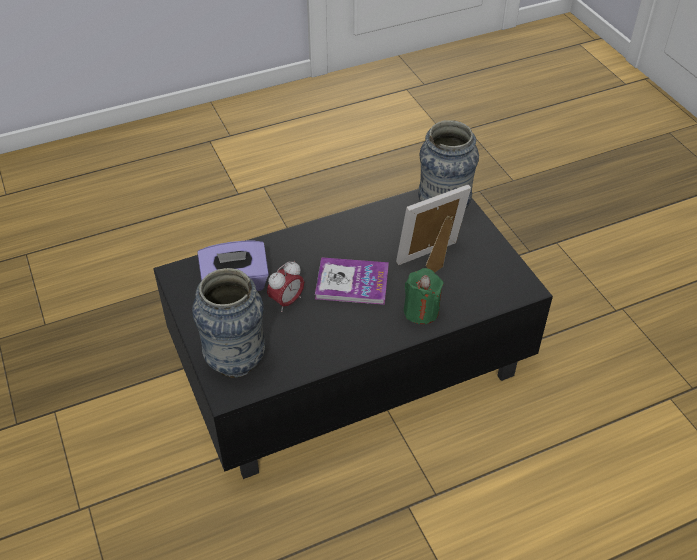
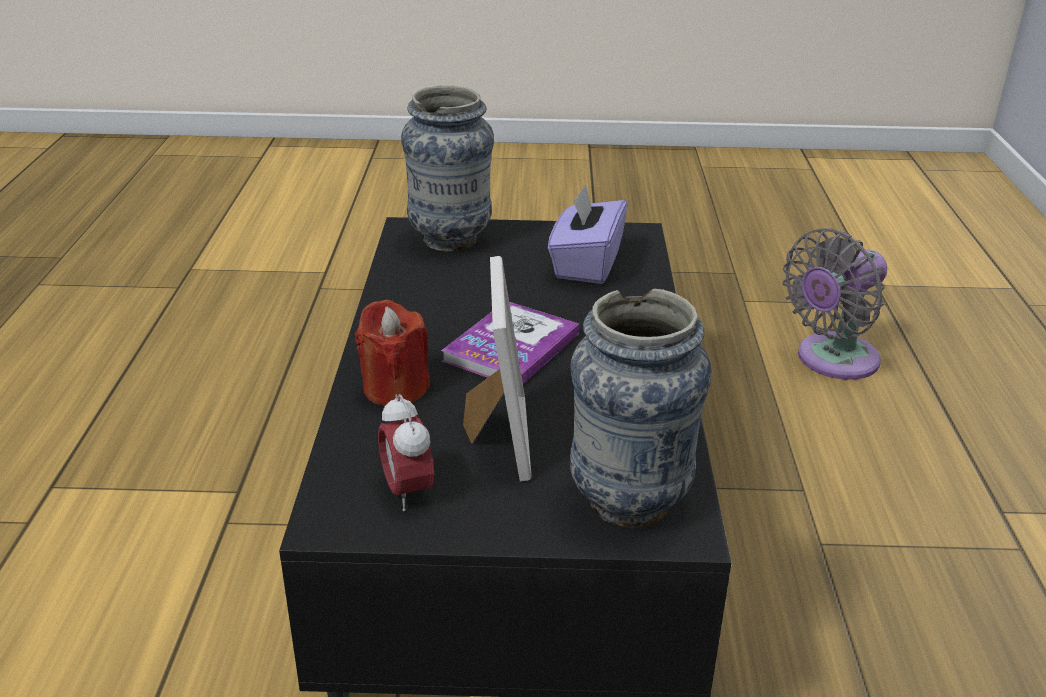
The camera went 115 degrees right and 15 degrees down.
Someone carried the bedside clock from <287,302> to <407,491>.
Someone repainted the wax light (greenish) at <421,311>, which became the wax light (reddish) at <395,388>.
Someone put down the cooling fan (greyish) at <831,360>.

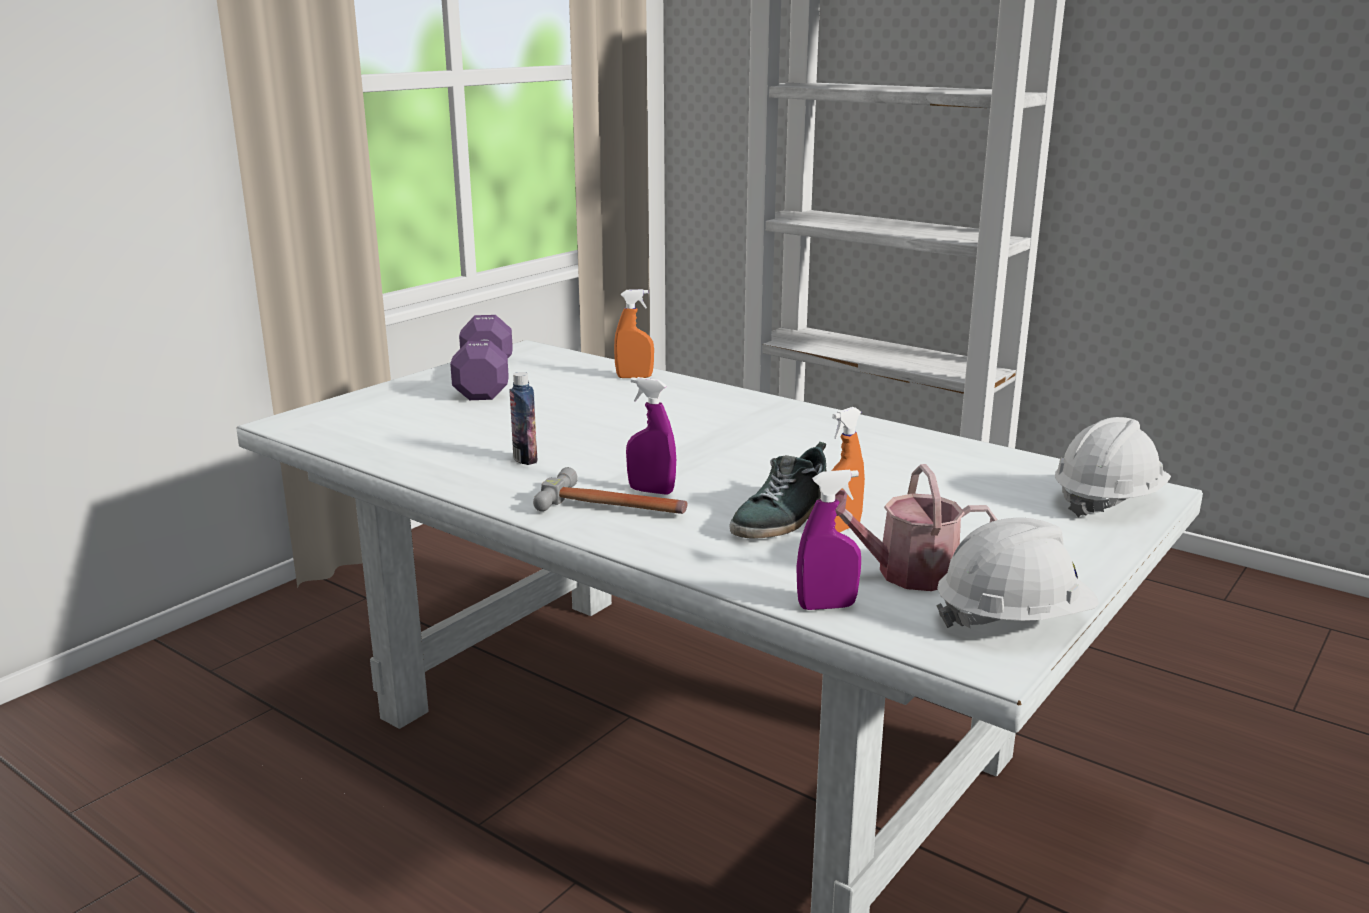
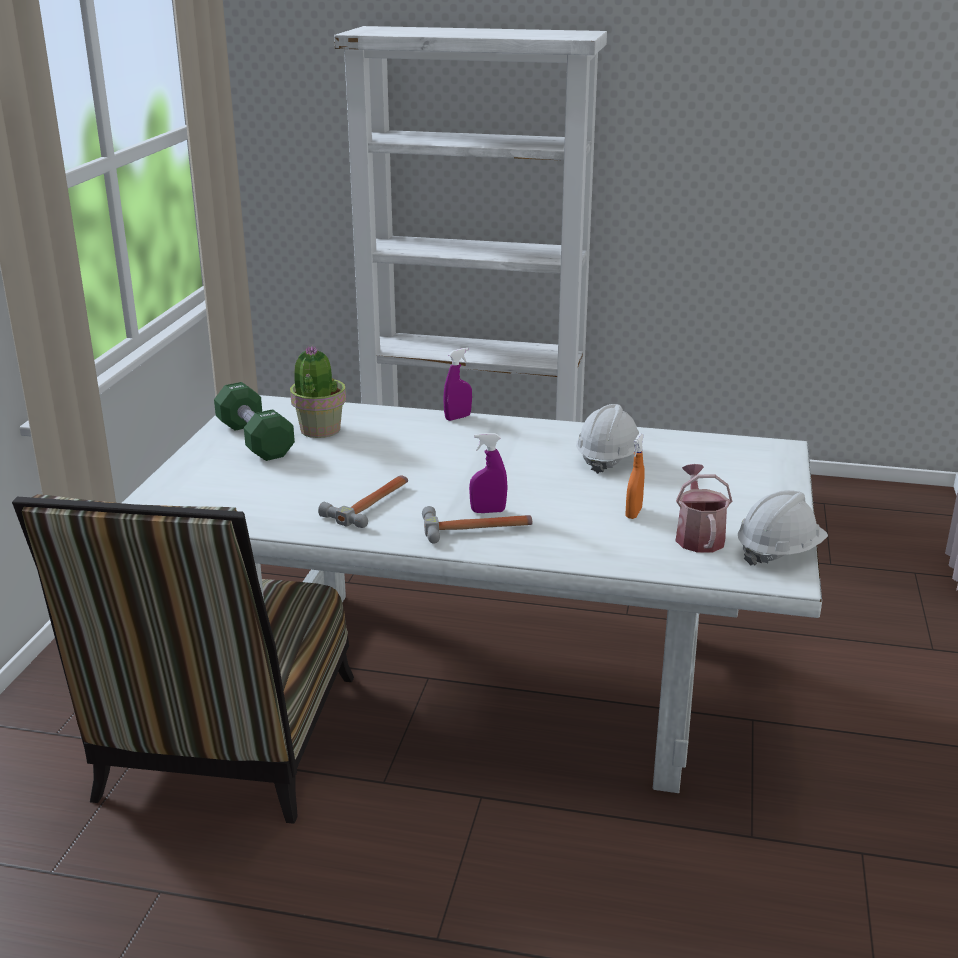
The camera went 25 degrees left and 5 degrees up.
Someone took away the hand sprayer (orange-coloured) at <634,377>.
Someone repainted the free weight (purplish) at <484,380>, which became the free weight (greenish) at <255,440>.
Someone swapped the drink bottle at <525,459> for the hammer at <372,504>.
Someone carried the work helmet (white) from <1107,501> to <608,459>.
Someone took away the item of footwear at <783,517>.
Someone rotated the sprinkling can at <905,574> by 120 degrees clockwise.
Someone carried the hand sprayer (purplish) from <826,606> to <458,417>.
Someone put down the houseplant at <319,430>.
Someone put down the upright chair at <224,748>.

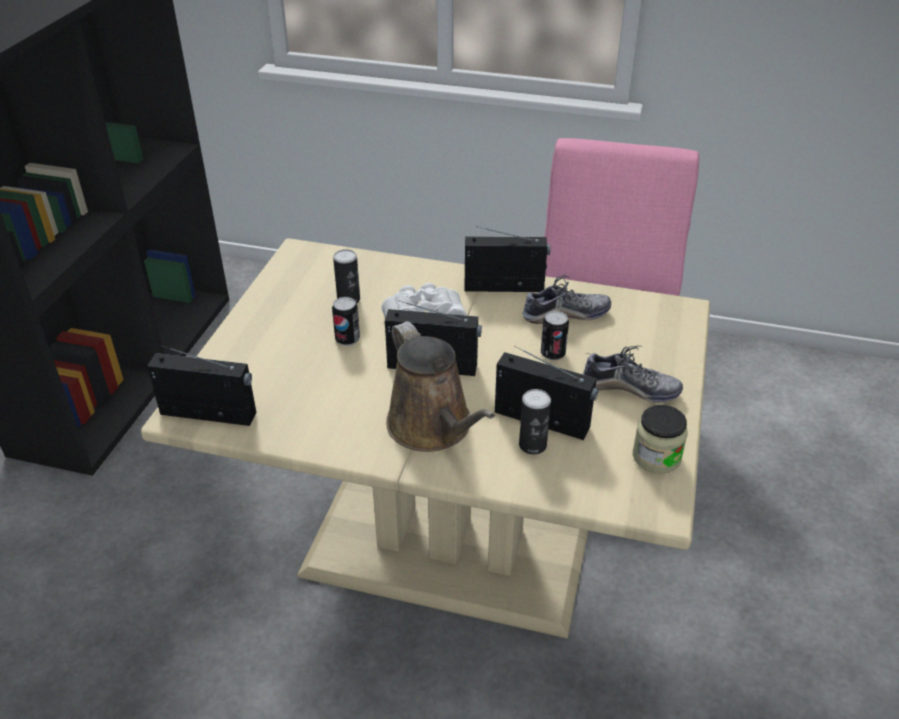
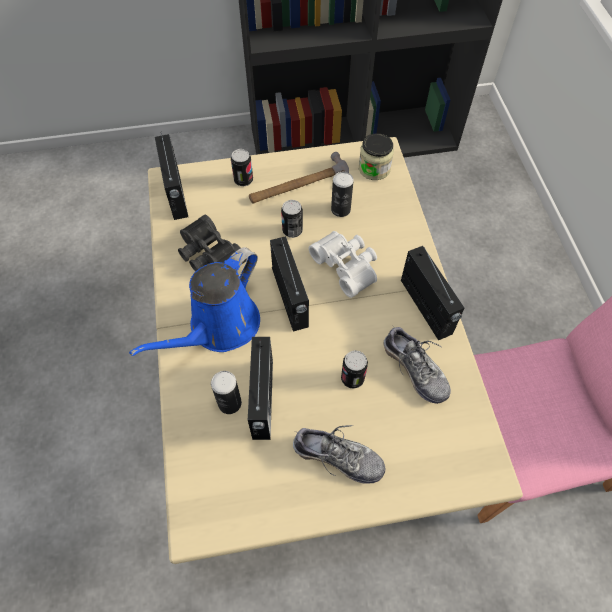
The camera went 65 degrees right and 20 degrees up.
Someone repainted the sprinkling can (brown-coloured) at <433,428>, which became the sprinkling can (blue) at <219,327>.
Someone rotated the item of footwear at <630,388> by 60 degrees counterclockwise.
Someone carried the storage jar from <656,457> to <374,169>.
Someone put down the can at <243,180>.
Someone put down the hammer at <299,186>.
Someone put down the pair of binoculars (black-coloured) at <208,256>.

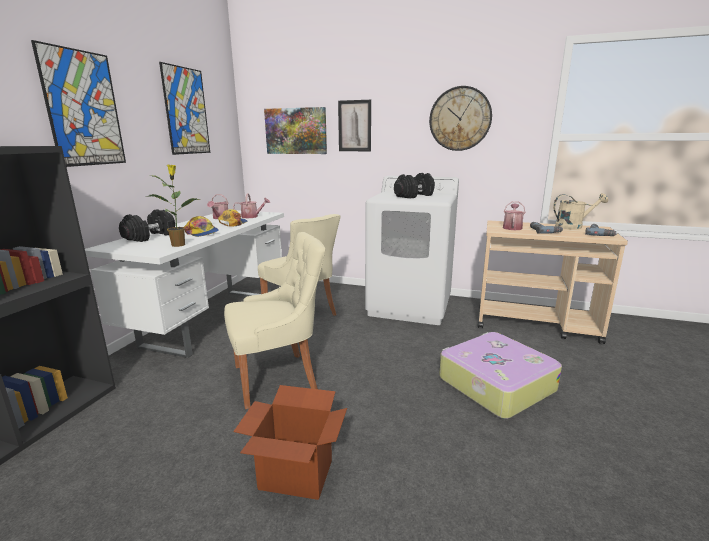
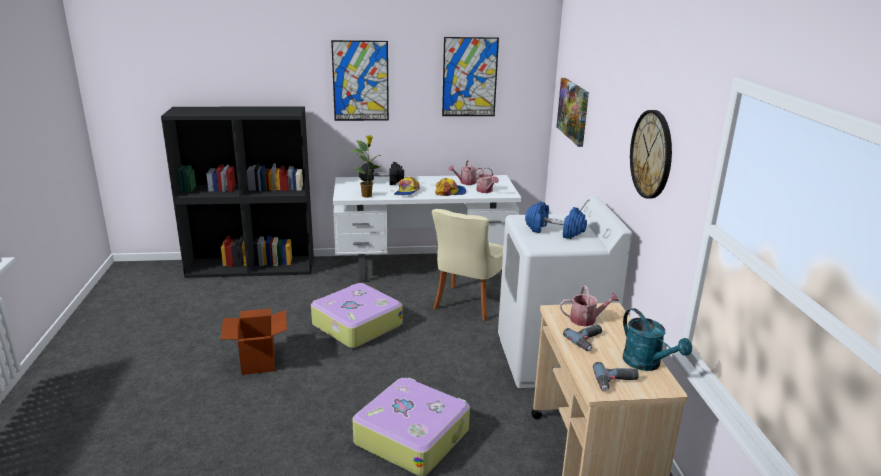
The camera went 65 degrees right and 5 degrees up.
Someone took away the wall picture at <354,126>.
Someone repainted the free weight (black-coloured) at <414,196>, which became the free weight (blue) at <554,231>.
Someone repainted the sprinkling can (beige) at <573,226>, which became the sprinkling can (turquoise-coloured) at <647,364>.
Someone swapped the upright chair (beige) at <278,378> for the suitcase at <356,325>.

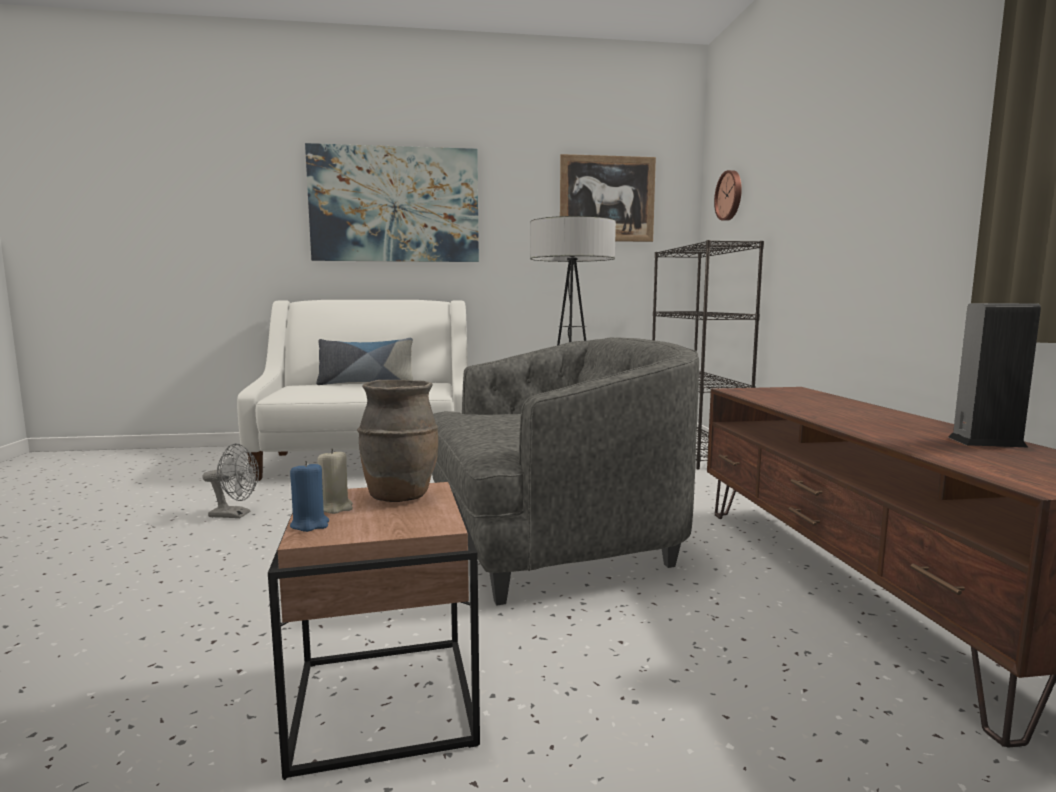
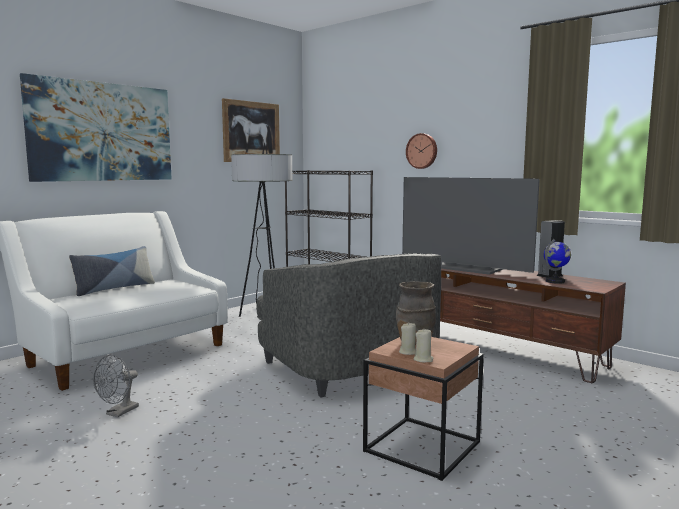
The camera went 40 degrees left and 0 degrees up.
Someone carried the clock on the wall from <730,195> to <422,151>.
Someone rotated the easy chair (greyish) at <549,539> by 120 degrees clockwise.
Someone rotated the cooling fan (greyish) at <235,515> by 150 degrees clockwise.
Someone repainted the wax light (blue) at <310,524>, which became the wax light (beige) at <423,359>.
Someone put down the TV at <464,268>.
Someone put down the desk globe at <555,281>.

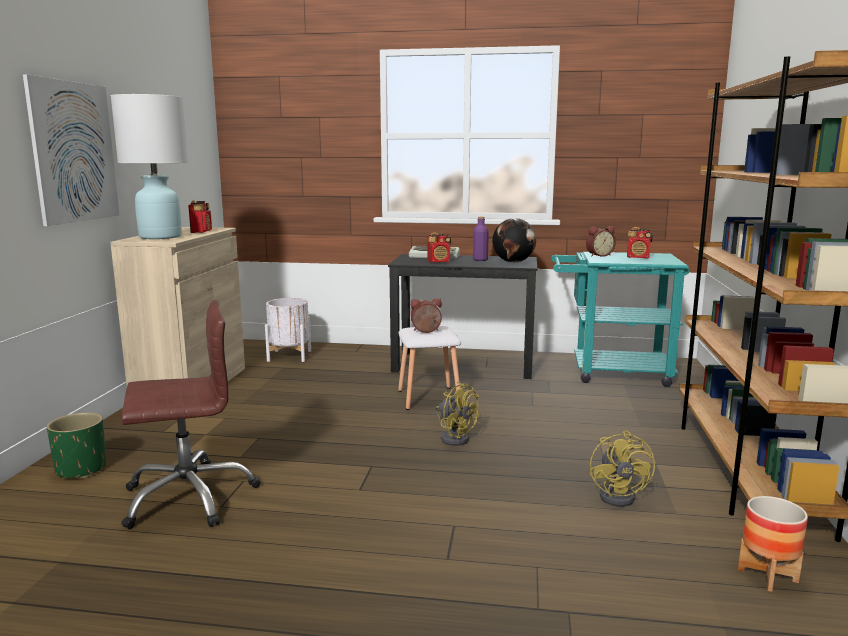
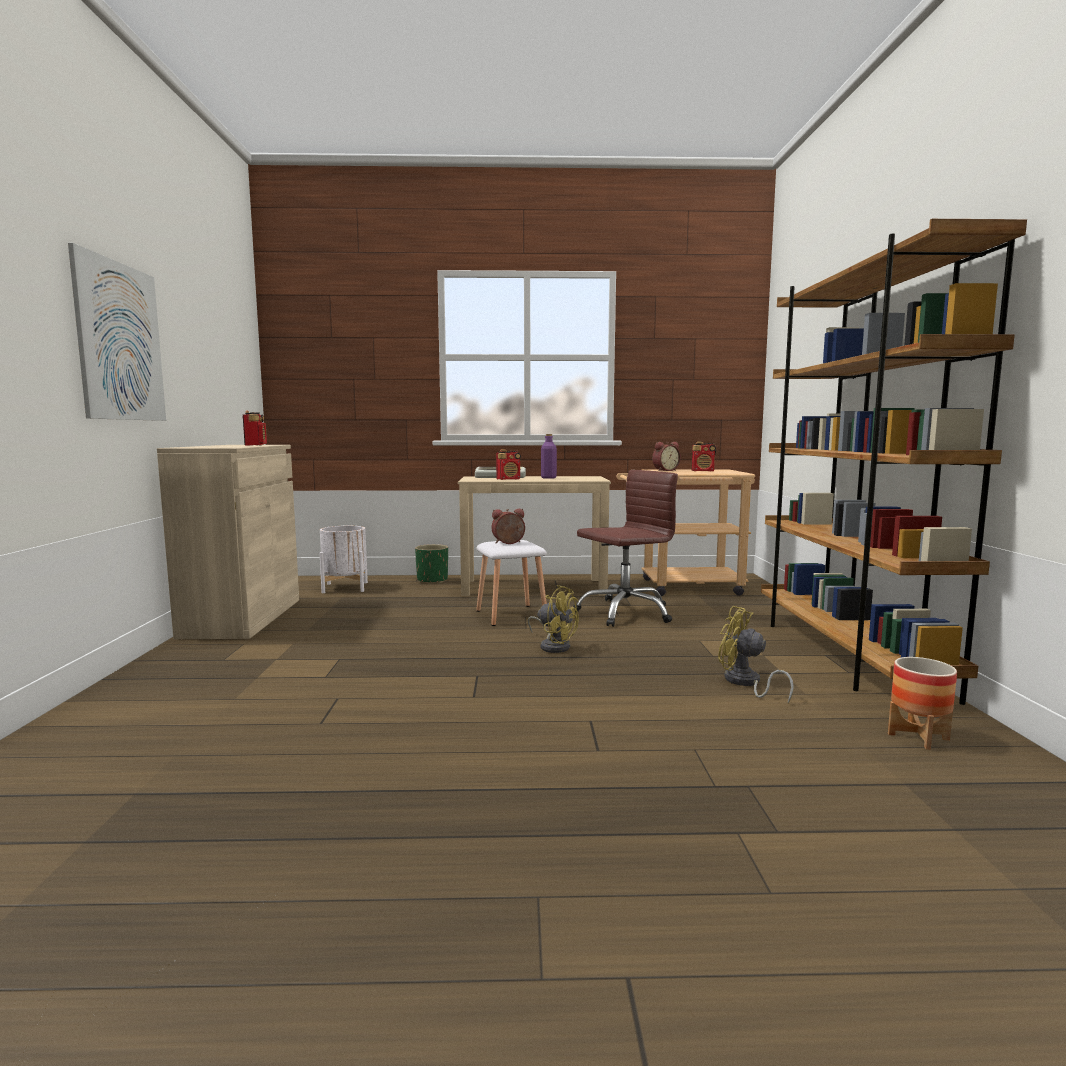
The camera went 10 degrees left and 5 degrees down.
Someone took away the tabletop lamp (white) at <161,237>.
Someone took away the desk globe at <513,262>.
Someone repainted the trolley (turquoise-coloured) at <611,372>, which became the trolley (beige) at <681,587>.
Someone repainted the desk table (black-coloured) at <464,365>, which became the desk table (beige) at <534,587>.
Someone carried the computer chair (brown-coloured) from <189,497> to <624,612>.
Someone carried the plant pot (greenish) from <81,469> to <432,580>.
Someone rotated the cooling fan (yellowish) at <621,496> by 135 degrees clockwise.

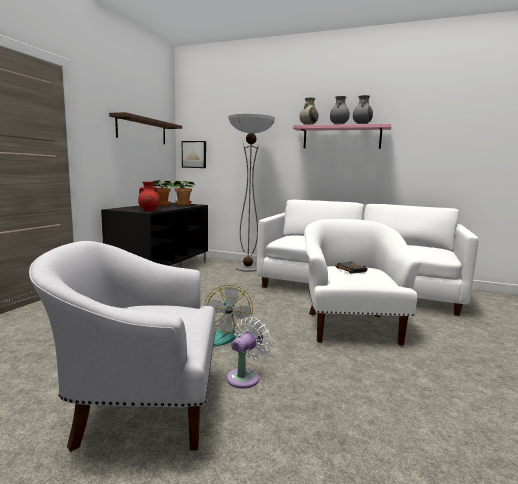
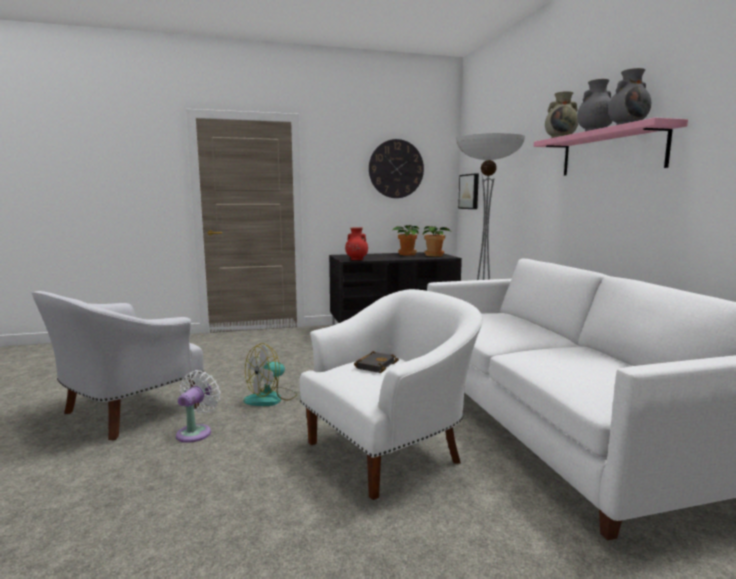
The camera went 55 degrees right and 0 degrees up.
Someone swapped the wall shelf (brown-coloured) at <142,130> for the clock on the wall at <396,169>.
Someone rotated the easy chair (white) at <141,405> by 105 degrees counterclockwise.
Someone rotated the cooling fan (white) at <245,377> by 75 degrees counterclockwise.

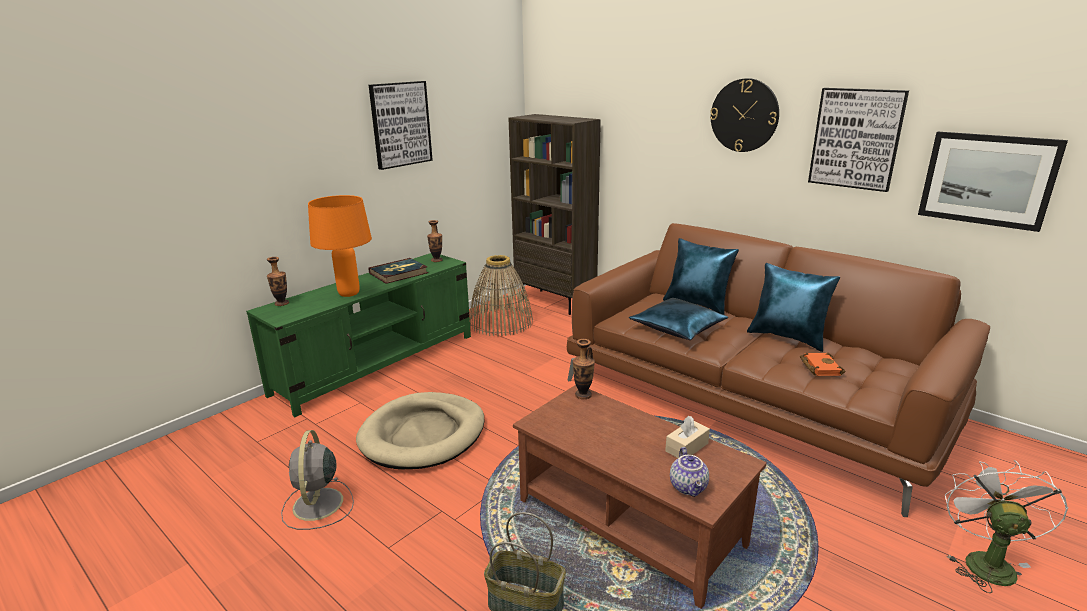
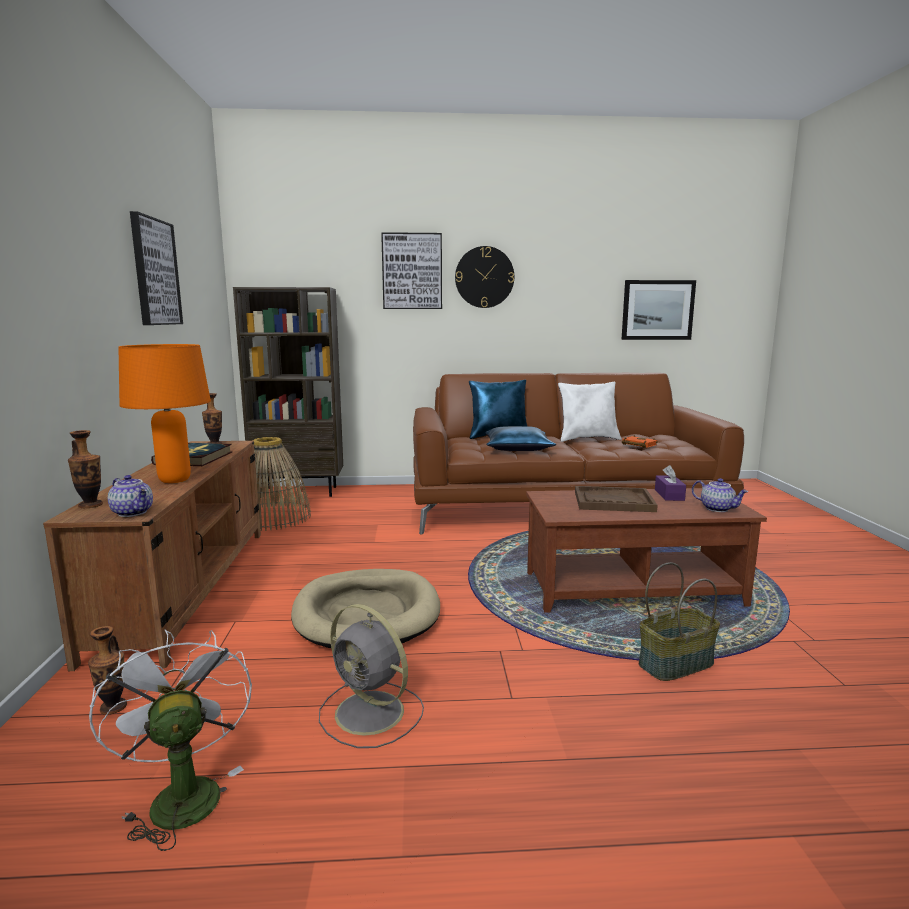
The camera went 45 degrees left and 10 degrees down.
Someone carried the wall picture from <856,138> to <412,271>.
Someone repainted the media console (greenish) at <378,364>, which became the media console (brown-coloured) at <187,586>.
Someone repainted the throw pillow (blue) at <788,337>, which became the throw pillow (white) at <587,439>.
Someone carried the flower vase from <583,395> to <113,707>.
Someone repainted the tissue holder (beige) at <686,447>, which became the tissue holder (purplish) at <669,495>.
Someone carried the cooling fan (white) from <984,561> to <181,794>.
Someone put down the pot for tea at <133,512>.
Someone put down the carrying tray (brown-coloured) at <613,501>.

